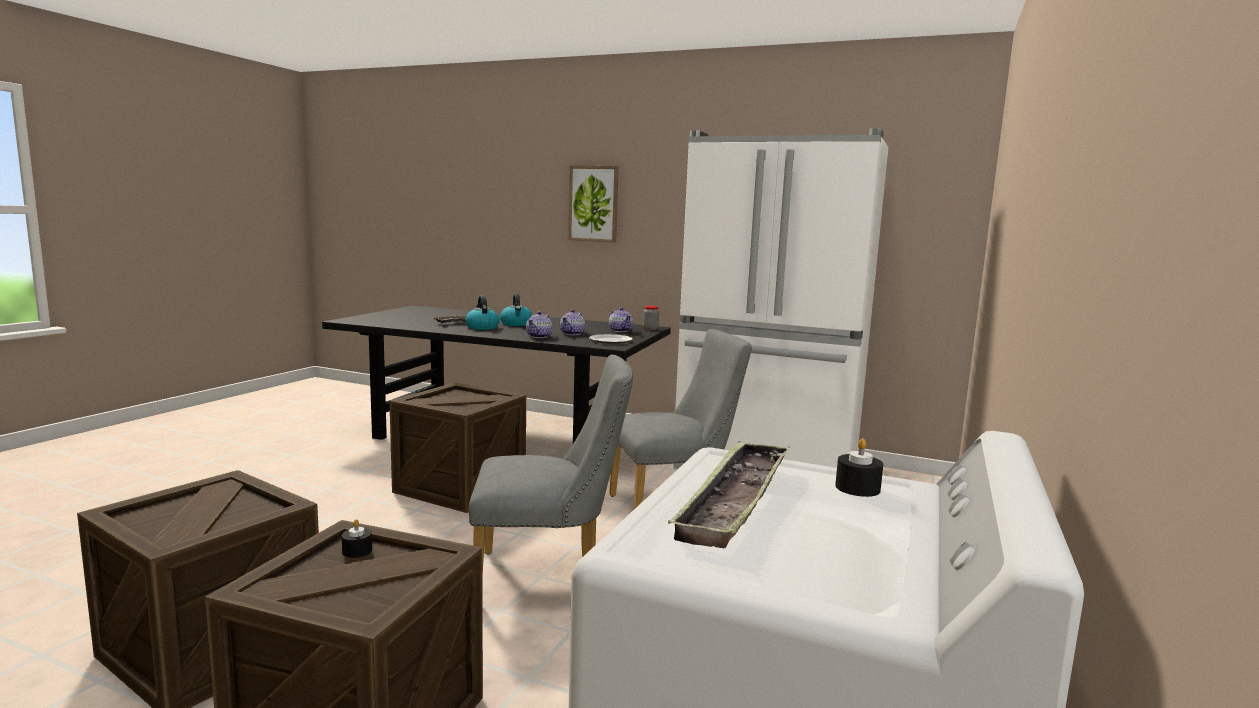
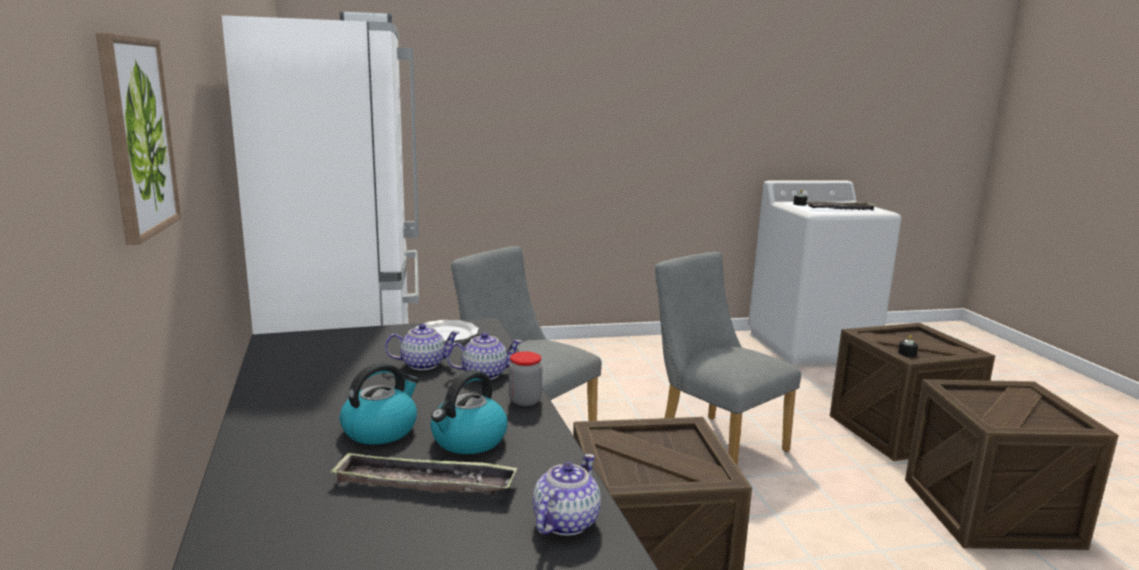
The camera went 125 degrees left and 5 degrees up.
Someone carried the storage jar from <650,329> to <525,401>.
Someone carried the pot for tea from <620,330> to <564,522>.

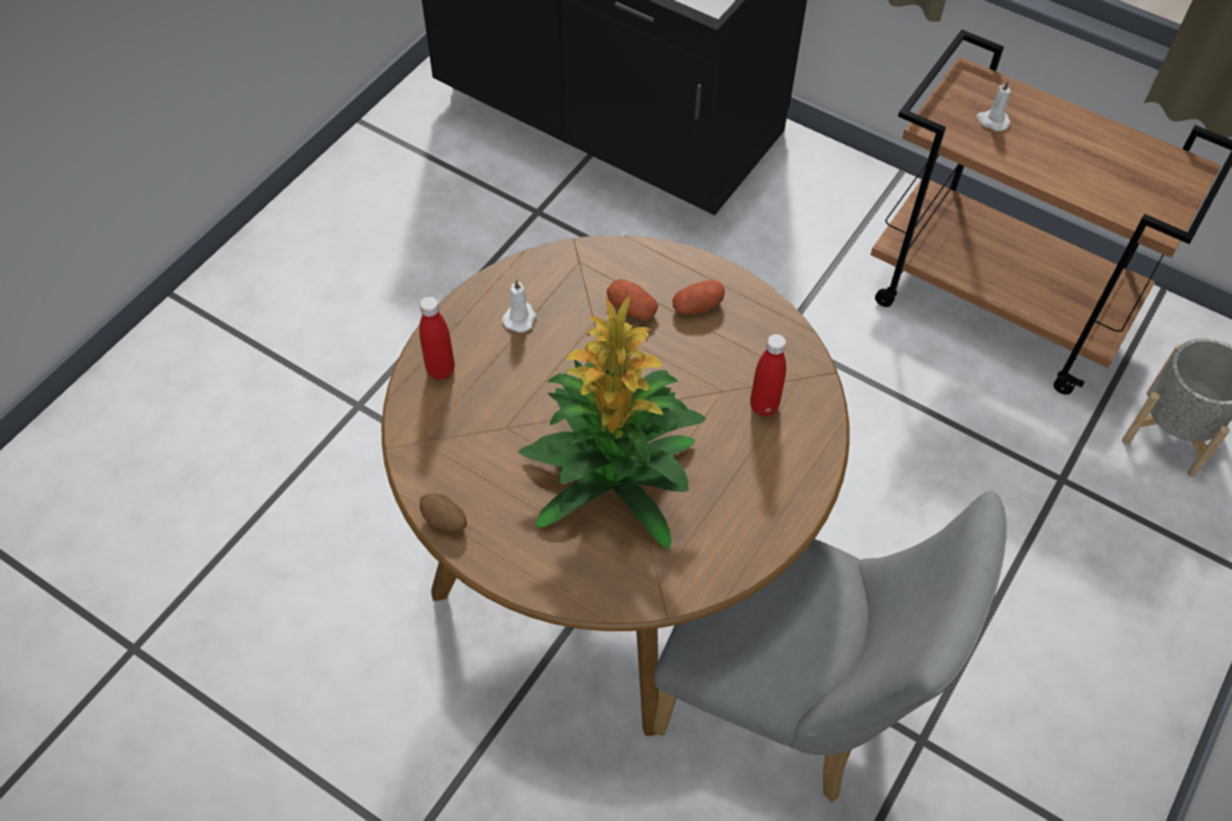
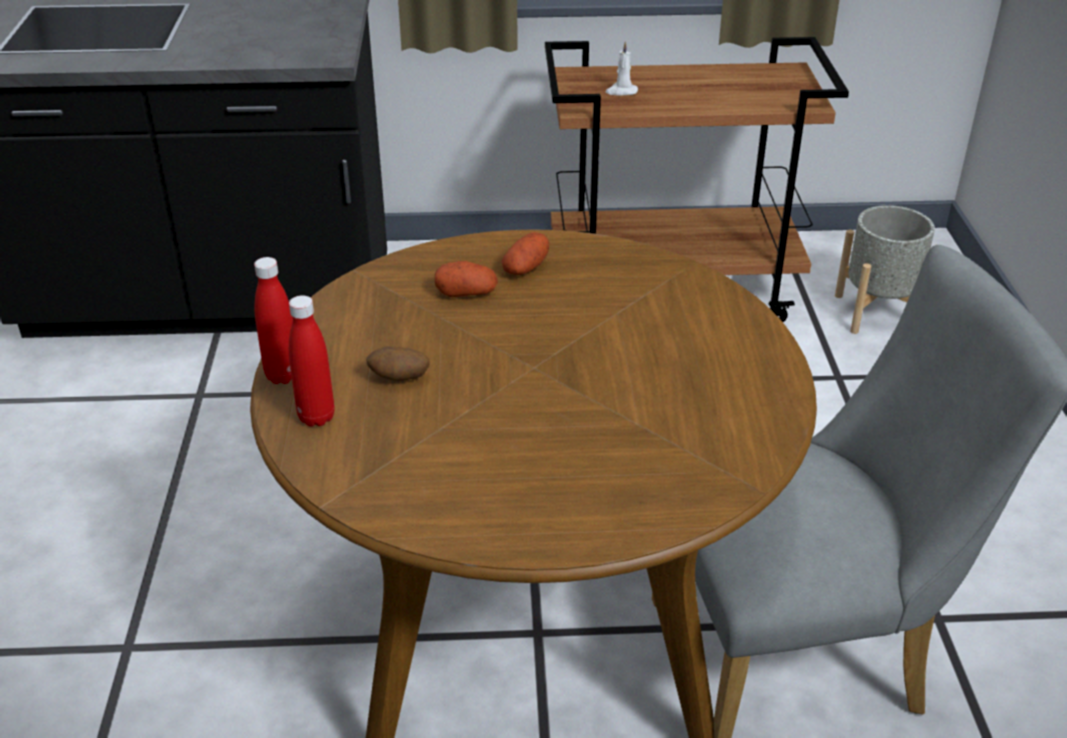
The camera went 35 degrees left and 20 degrees down.
Someone took away the wax light (white) at <520,318>.
Someone took away the houseplant at <612,475>.
Someone carried the drink bottle (reddish) from <764,406> to <282,376>.
Someone carried the potato from <444,521> to <399,379>.

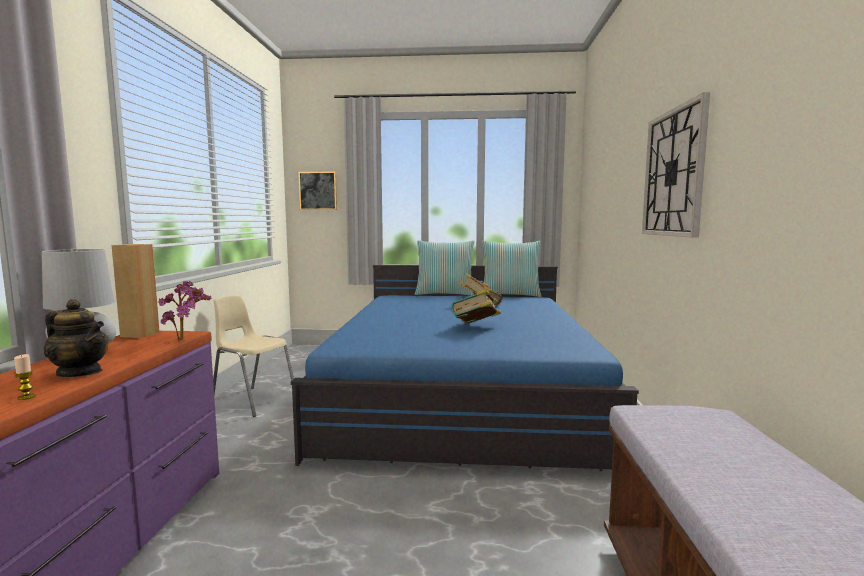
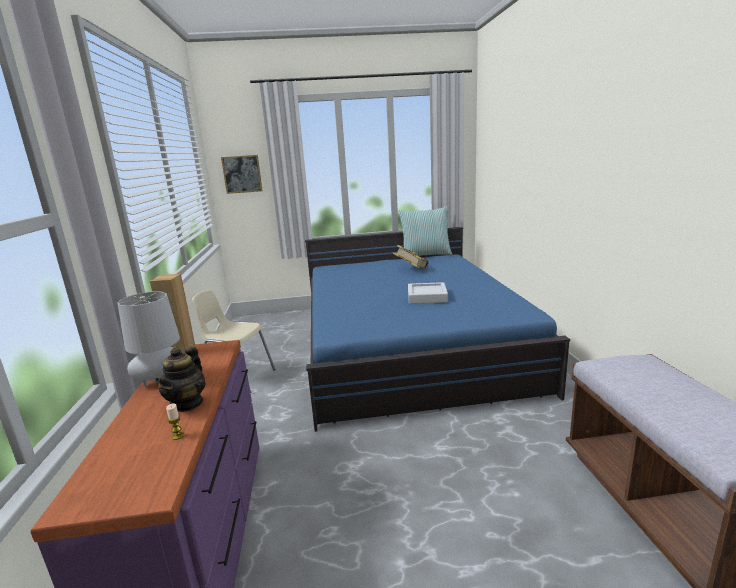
The camera went 10 degrees left and 10 degrees up.
Someone took away the clock on the wall at <673,173>.
Someone took away the throw pillow at <444,294>.
Someone took away the houseplant at <185,339>.
Someone swapped the volume at <476,327> for the carrying tray (greyish) at <427,297>.
Someone rotated the pot for tea at <80,372> by 90 degrees clockwise.

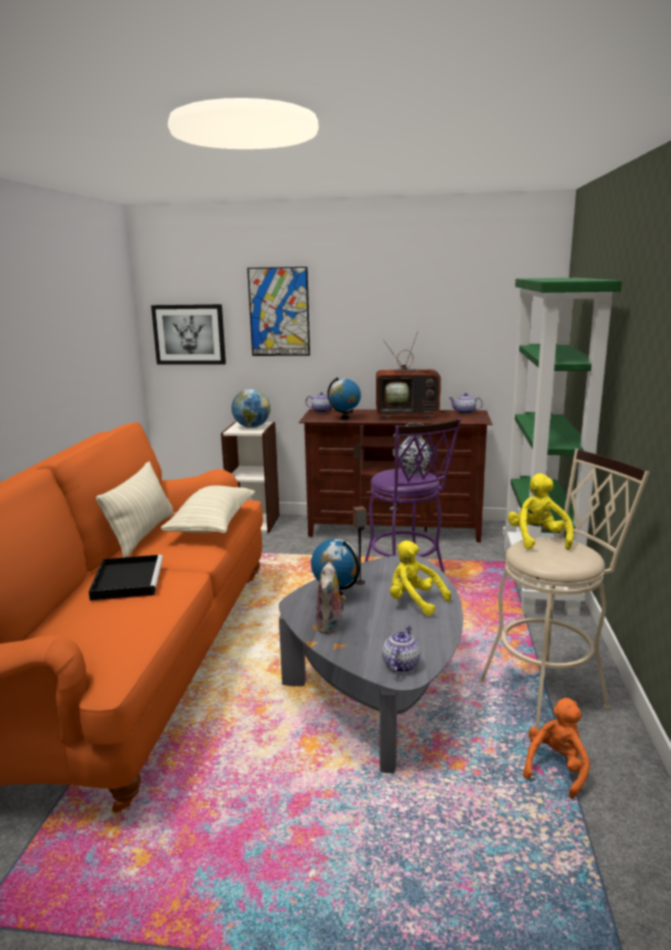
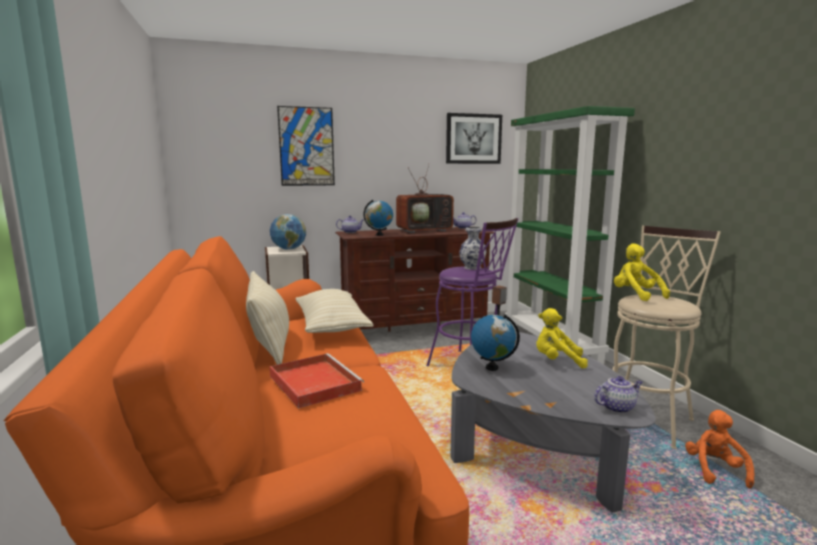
The camera went 25 degrees left and 5 degrees down.
Someone carried the wall picture from <189,334> to <473,139>.
Someone repainted the carrying tray (black-coloured) at <127,580>, which became the carrying tray (reddish) at <313,382>.
Someone took away the plush toy at <330,626>.
Someone rotated the pot for tea at <400,664> by 75 degrees clockwise.

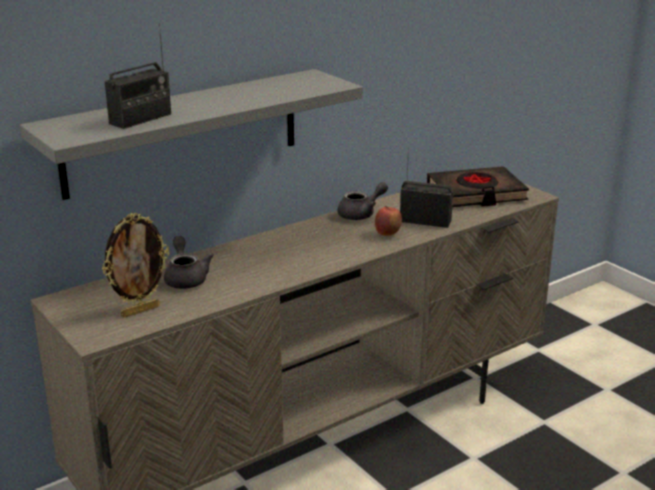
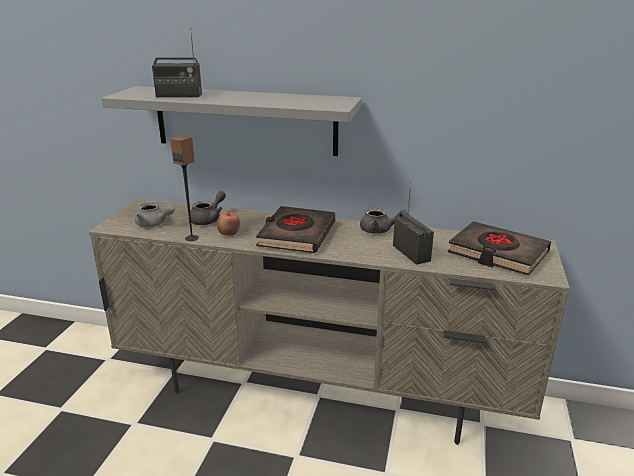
The camera went 50 degrees right and 0 degrees up.
Someone carried the apple fruit from <387,234> to <229,235>.
Someone swapped the photo frame at <140,311> for the pot for tea (greyish) at <154,224>.
Someone put down the speaker at <192,238>.
Someone put down the volume (black-coloured) at <296,235>.

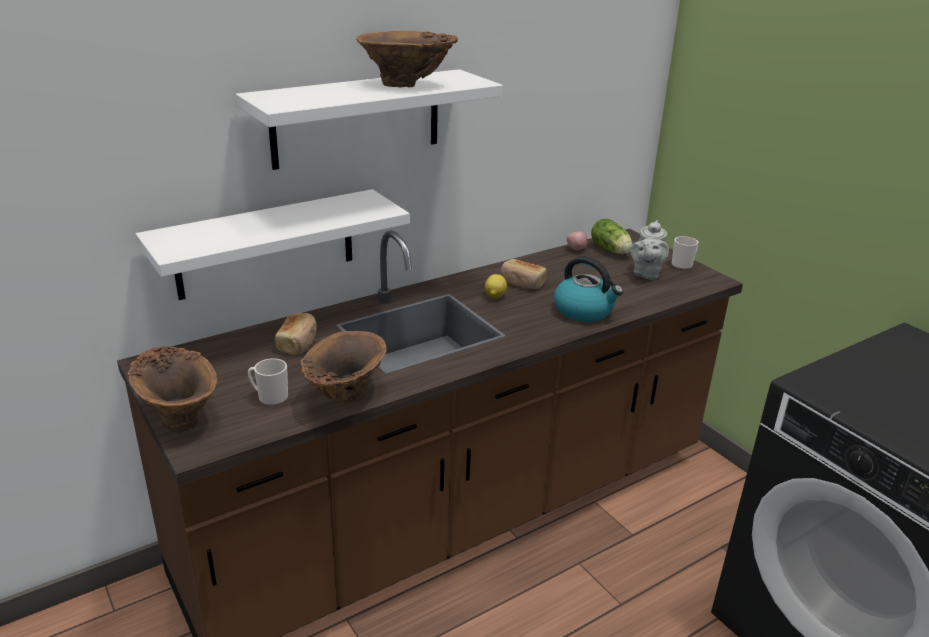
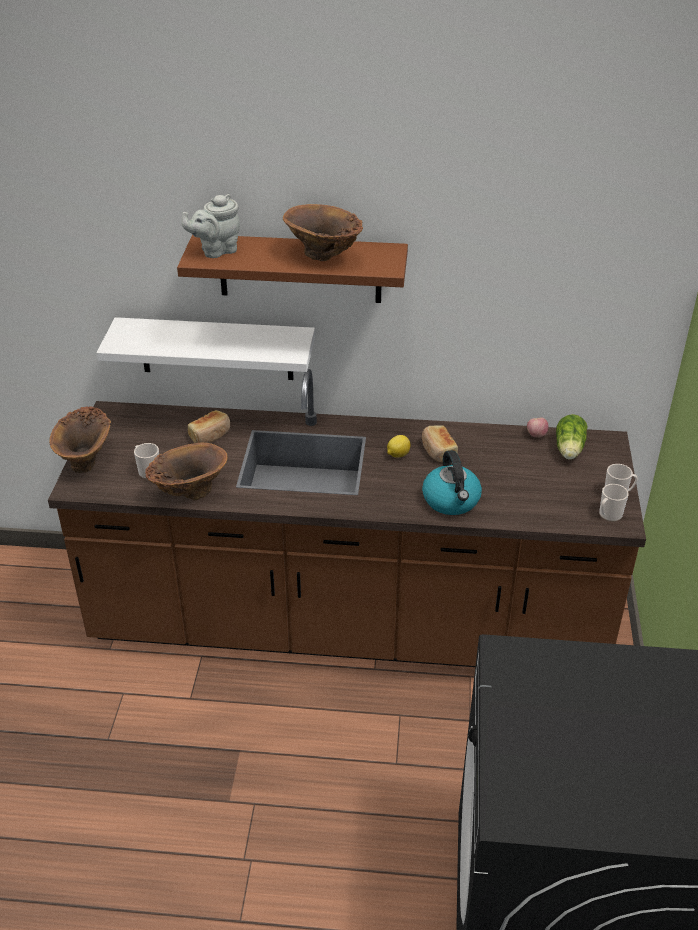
The camera went 40 degrees right and 10 degrees up.
Someone repainted the wall shelf (white) at <357,118>, which became the wall shelf (brown-coloured) at <300,268>.
Someone carried the pot for tea (greyish) from <646,273> to <216,250>.
Someone put down the mug at <608,515>.

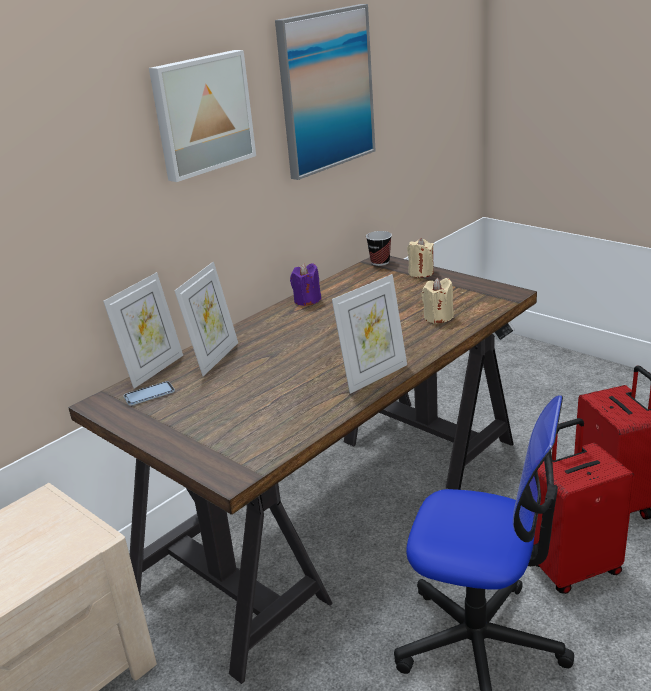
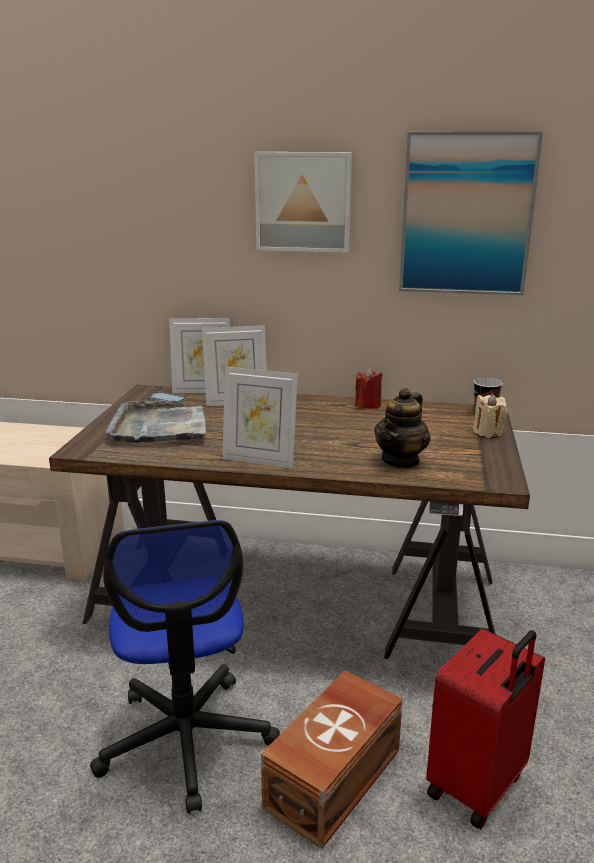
The camera went 55 degrees right and 5 degrees down.
Someone repainted the wax light (purplish) at <307,300>, which became the wax light (reddish) at <368,405>.
Someone swapped the wax light (beige) at <438,317> for the pot for tea at <401,460>.
Someone swapped the suitcase (reddish) at <572,568> for the storage bin (brown-coloured) at <336,778>.
Someone put down the carrying tray (greyish) at <160,426>.

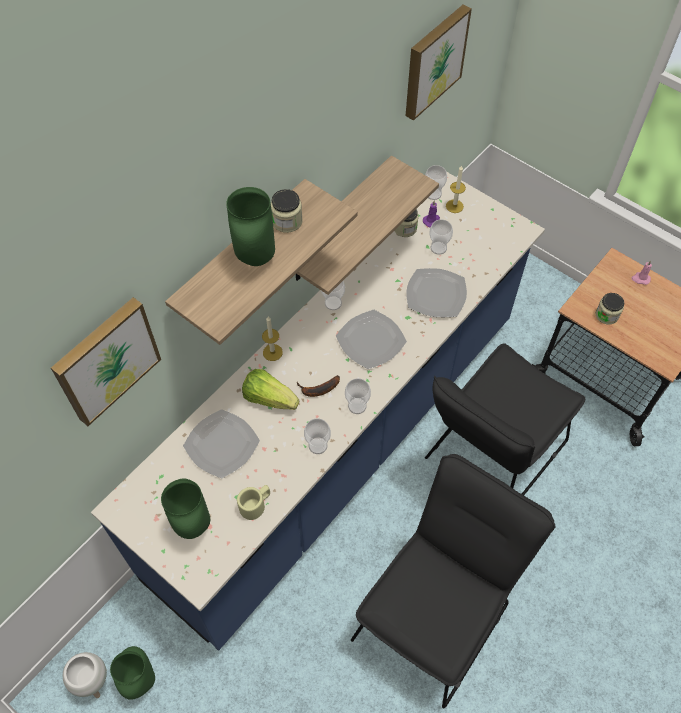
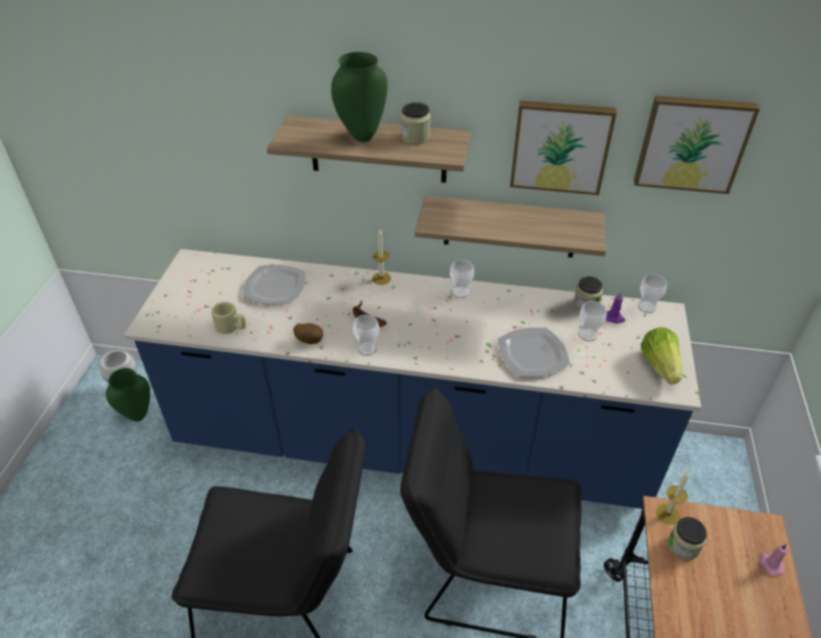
The camera went 60 degrees right and 15 degrees down.
Someone carried the wax light from <454,206> to <667,514>.
Someone carried the wall picture from <105,359> to <560,146>.
Someone took away the plate at <370,340>.
Someone carried the lettuce head from <269,398> to <659,365>.
Someone swapped the cup at <318,445> for the potato at <310,340>.
Someone took away the flower vase (greenish) at <194,526>.

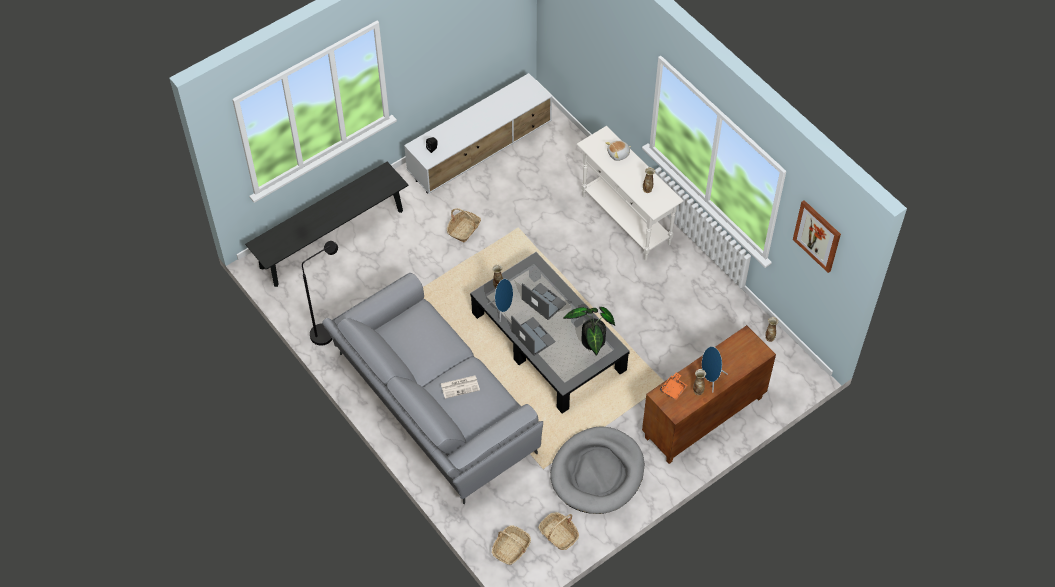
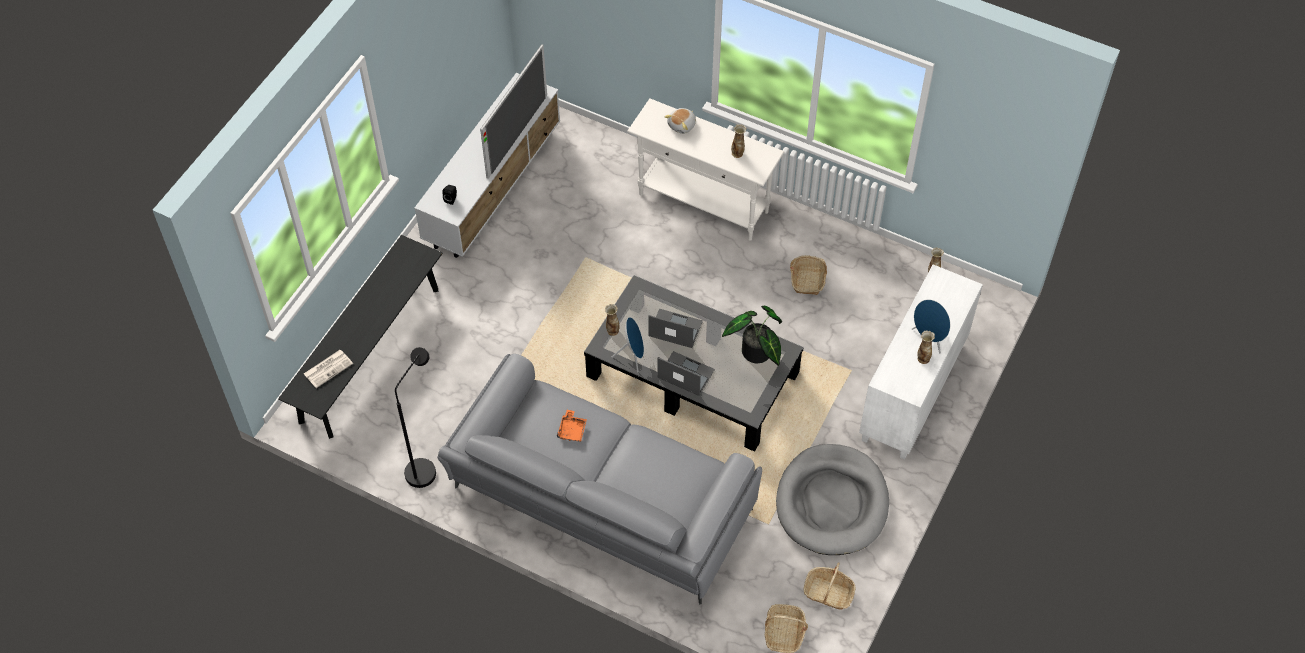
The camera went 25 degrees left and 0 degrees up.
Someone took away the wall picture at <817,235>.
Someone carried the storage basket from <464,229> to <808,280>.
Someone repainted the cabinet (brown-coloured) at <703,419>, which became the cabinet (white) at <913,393>.
Someone carried the carrying tray (orange-coloured) from <673,389> to <572,430>.
Someone carried the daily paper from <460,386> to <328,368>.
Someone put down the TV at <517,136>.

